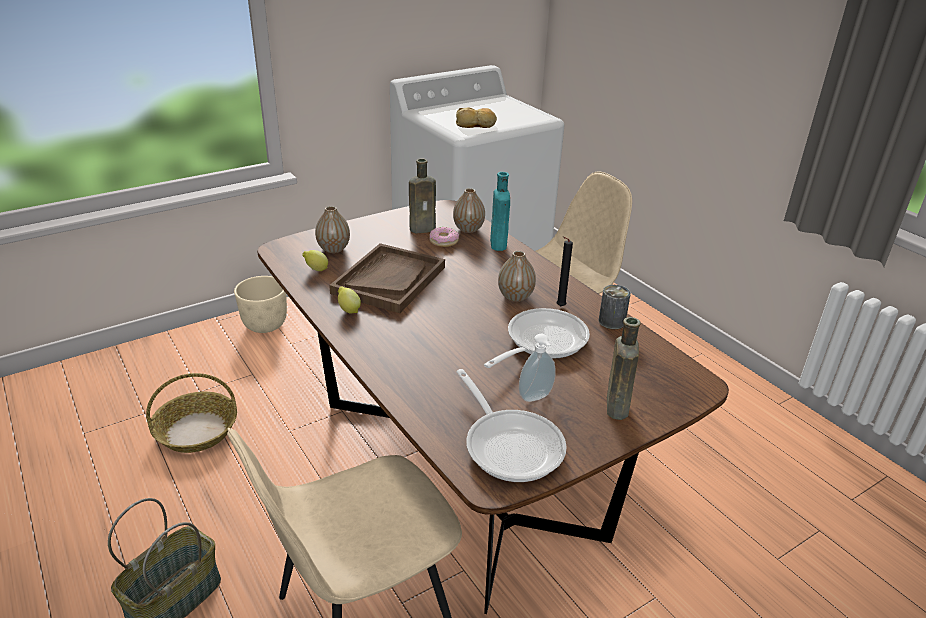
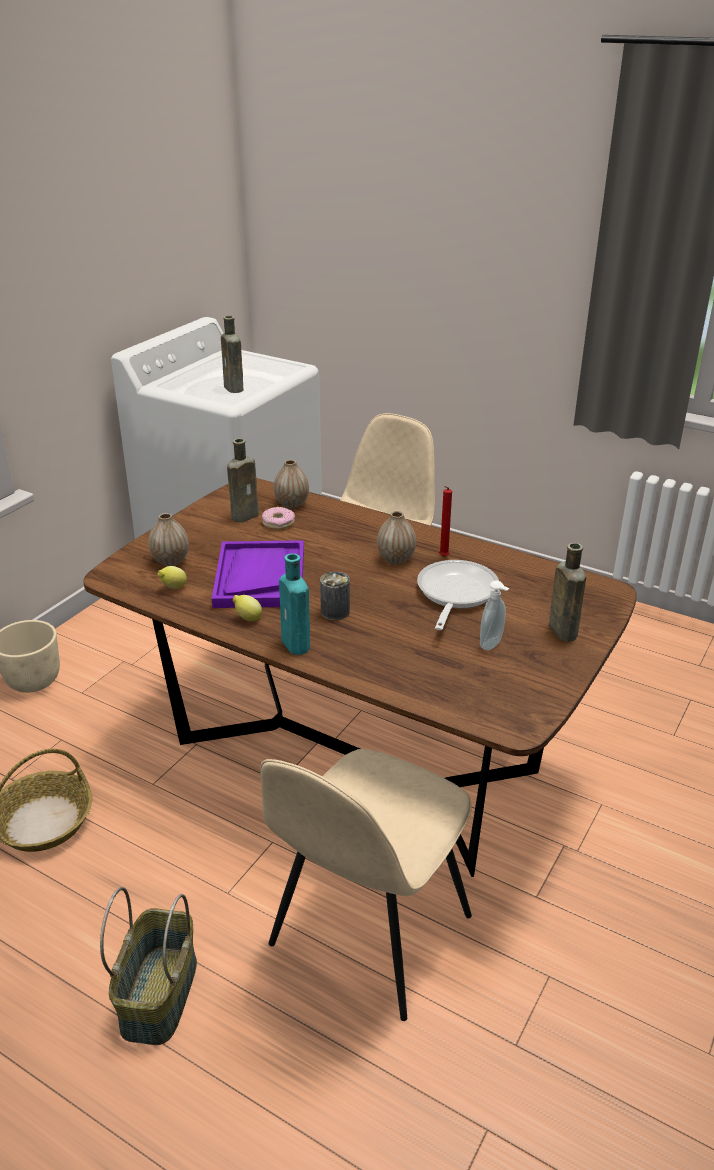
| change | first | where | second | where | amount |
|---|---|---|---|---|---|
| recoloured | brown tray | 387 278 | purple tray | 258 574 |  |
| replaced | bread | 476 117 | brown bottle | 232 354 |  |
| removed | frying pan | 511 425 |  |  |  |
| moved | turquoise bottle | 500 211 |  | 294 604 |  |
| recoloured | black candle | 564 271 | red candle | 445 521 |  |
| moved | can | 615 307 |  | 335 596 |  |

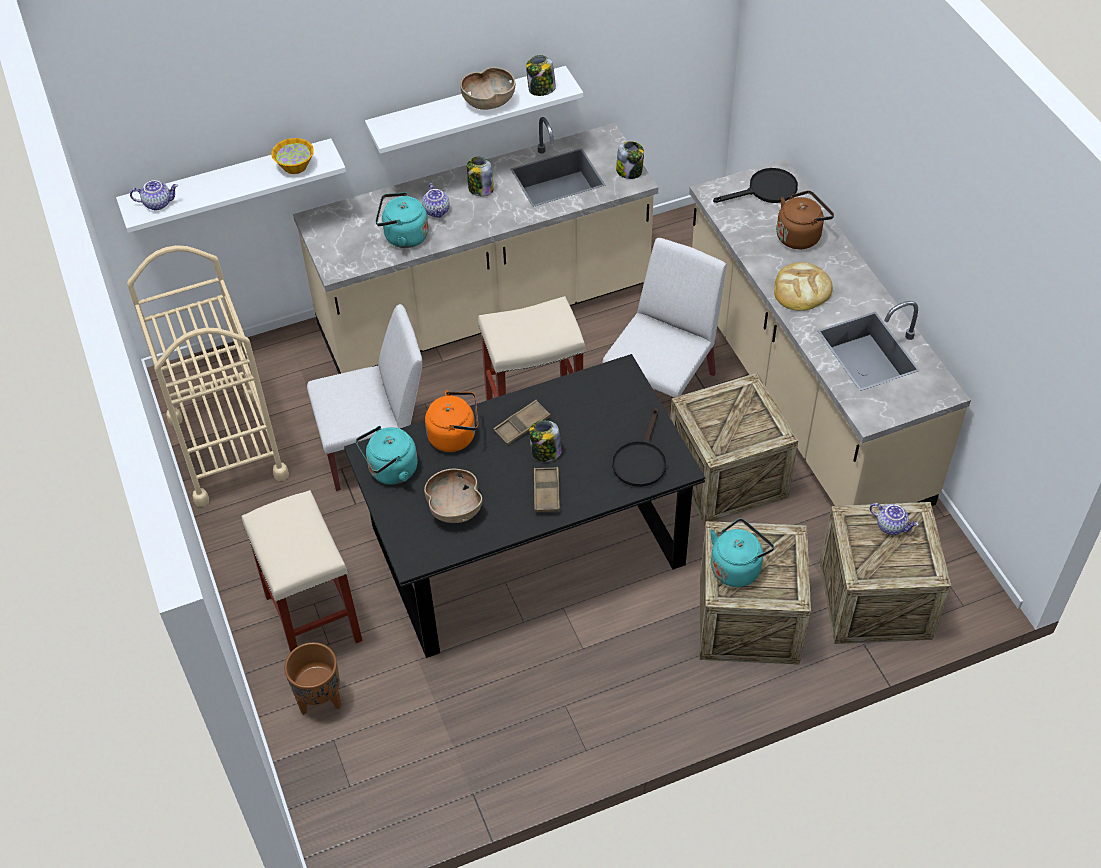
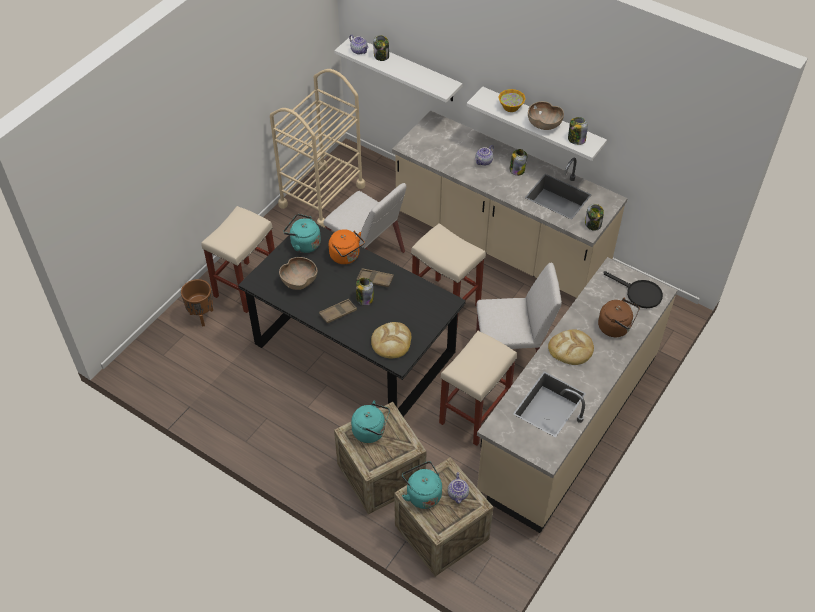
| change | first | where | second | where | amount |
|---|---|---|---|---|---|
| moved | bowl | 293 156 |  | 512 100 |  |
| moved | turquoise kettle | 402 220 |  | 422 485 |  |
| replaced | black frying pan | 639 447 | bread | 391 340 |  |
| replaced | crate | 734 449 | beige stool | 478 388 |  |
| added |  |  | jar | 381 48 |  |

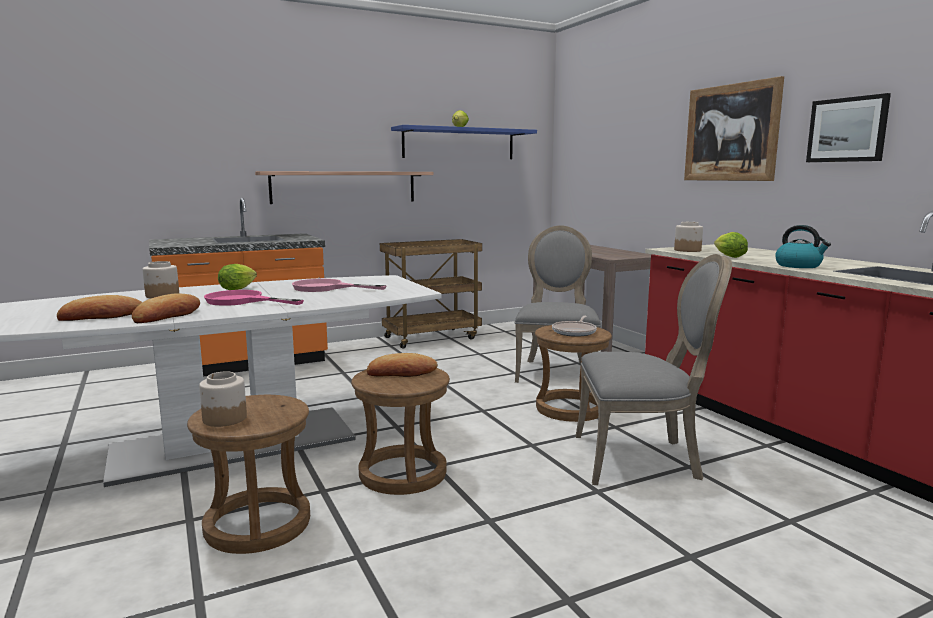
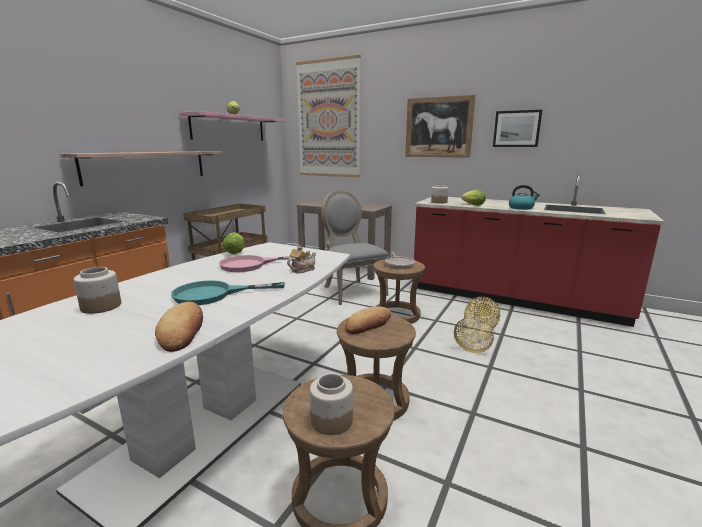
| change | first | where | second | where | amount |
|---|---|---|---|---|---|
| removed | bread | 99 308 |  |  |  |
| recoloured | pink frying pan | 254 298 | turquoise frying pan | 228 292 |  |
| moved | lettuce | 237 277 |  | 233 243 |  |
| recoloured | blue shelf | 464 142 | pink shelf | 232 126 |  |
| replaced | grey chair | 654 369 | basket | 477 325 |  |
| added |  |  | teapot | 301 259 |  |
| added |  |  | picture | 328 116 |  |

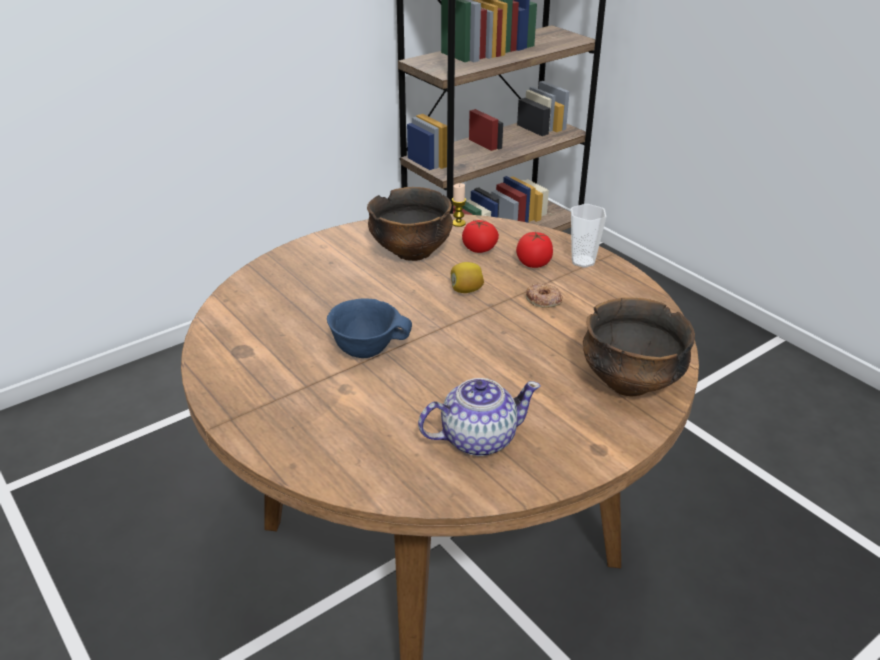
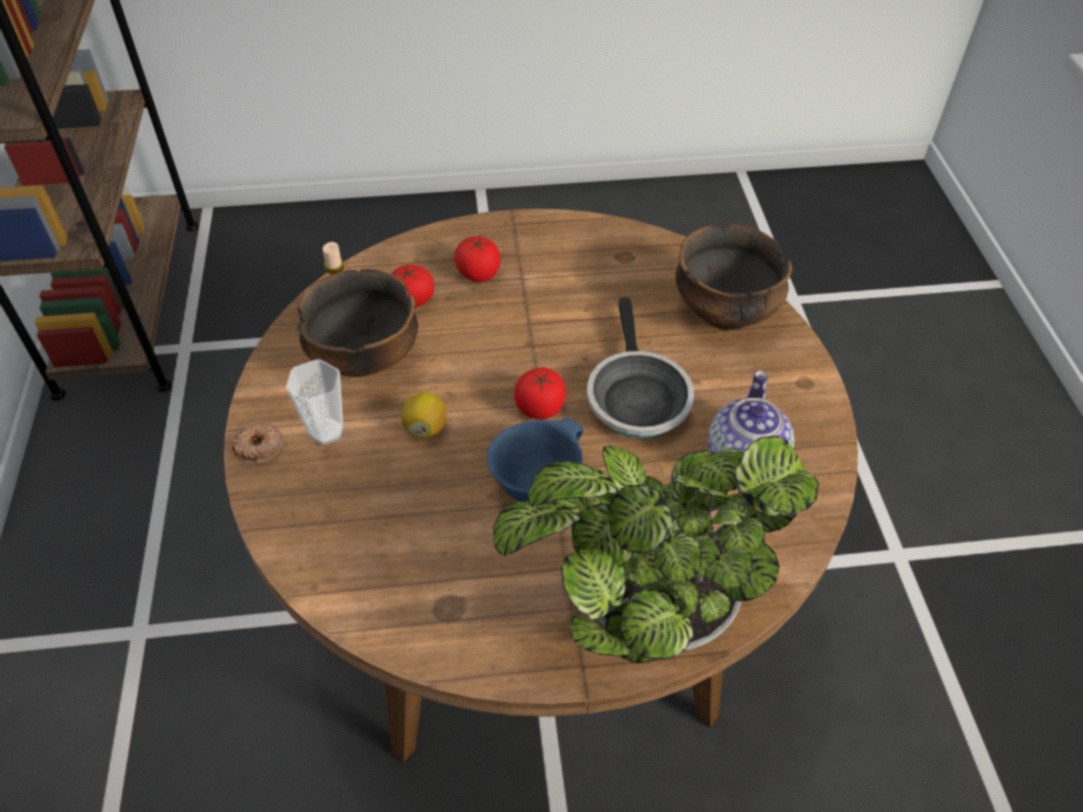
| change | first | where | second | where | amount |
|---|---|---|---|---|---|
| moved | lemon | 467 277 |  | 424 415 |  |
| moved | donut | 544 295 |  | 257 443 |  |
| moved | cup | 589 236 |  | 314 402 |  |
| added |  |  | potted plant | 656 549 |  |
| added |  |  | tomato | 540 393 |  |
| added |  |  | frying pan | 640 367 |  |

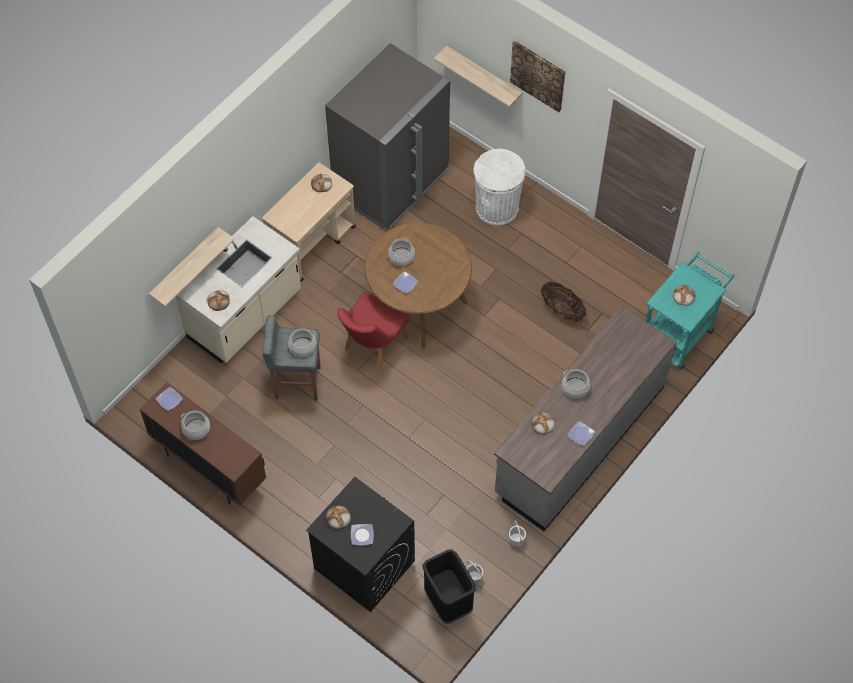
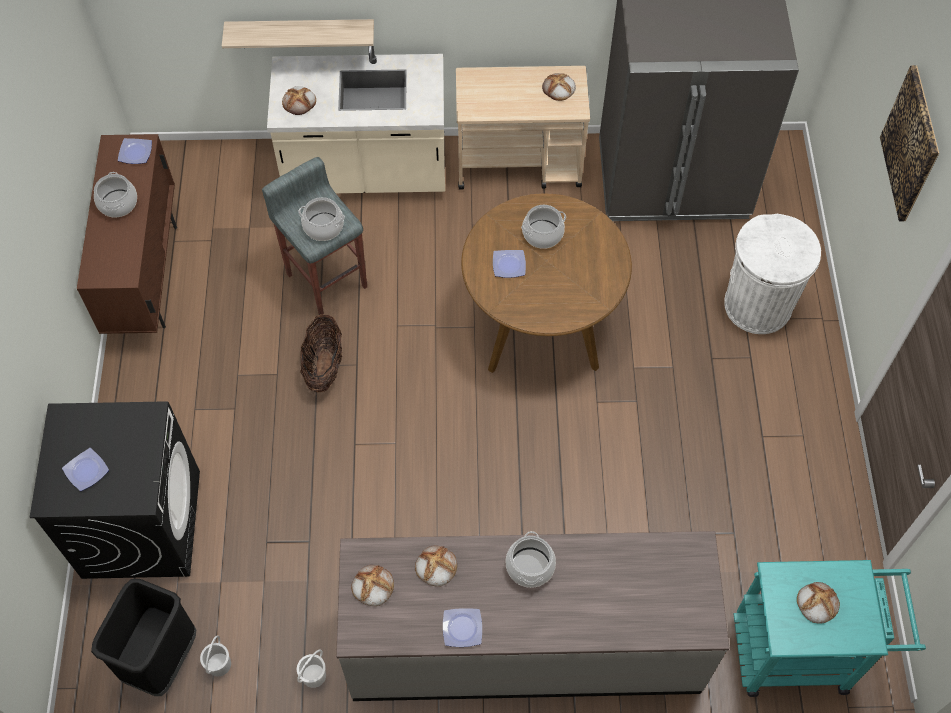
| change | first | where | second | where | amount |
|---|---|---|---|---|---|
| moved | bread | 338 517 |  | 372 585 |  |
| removed | red chair | 373 331 |  |  |  |
| removed | shelf | 478 76 |  |  |  |
| moved | basket | 564 301 |  | 321 353 |  |

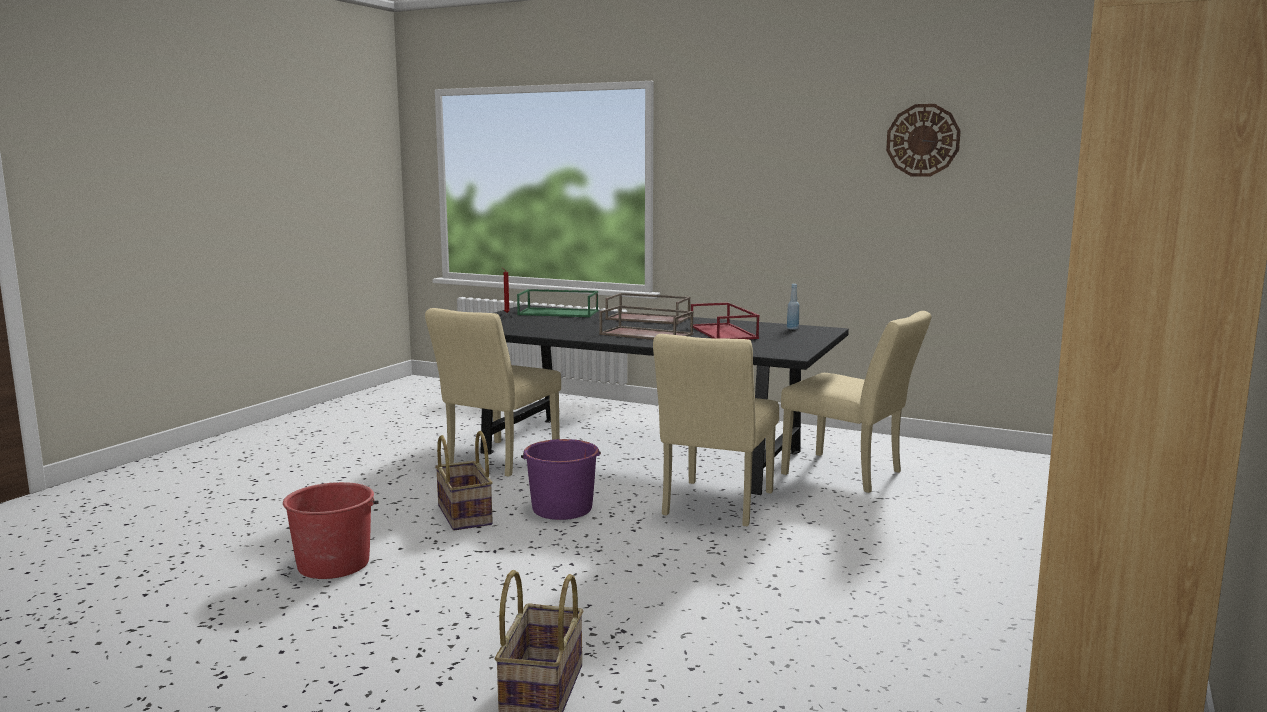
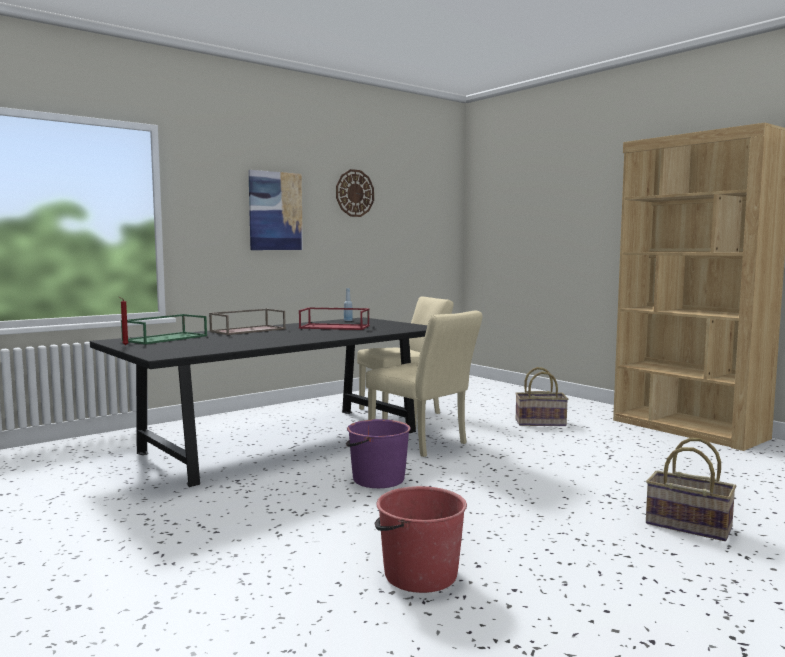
| change | first | where | second | where | amount |
|---|---|---|---|---|---|
| removed | beige chair | 493 392 |  |  |  |
| moved | basket | 464 481 |  | 541 396 |  |
| removed | brown tray | 646 322 |  |  |  |
| added |  |  | picture | 275 210 |  |

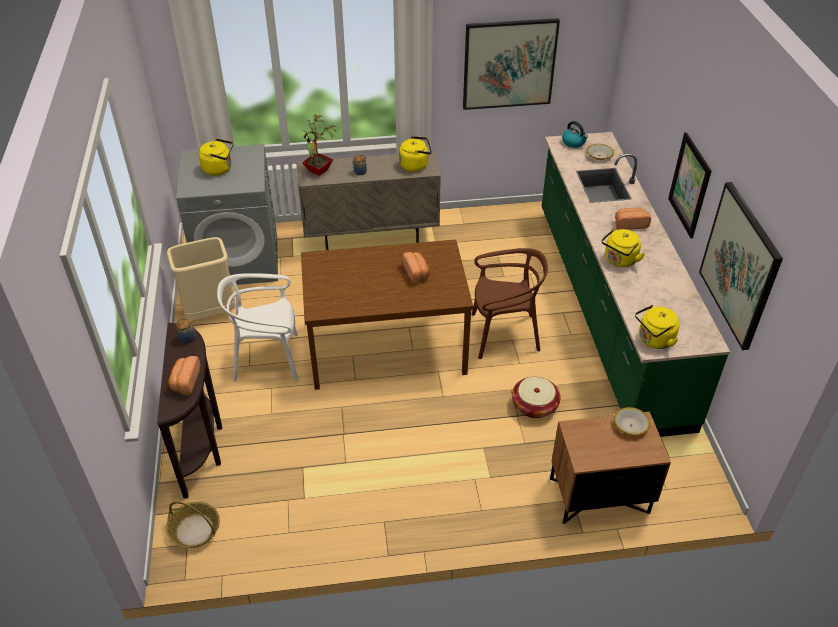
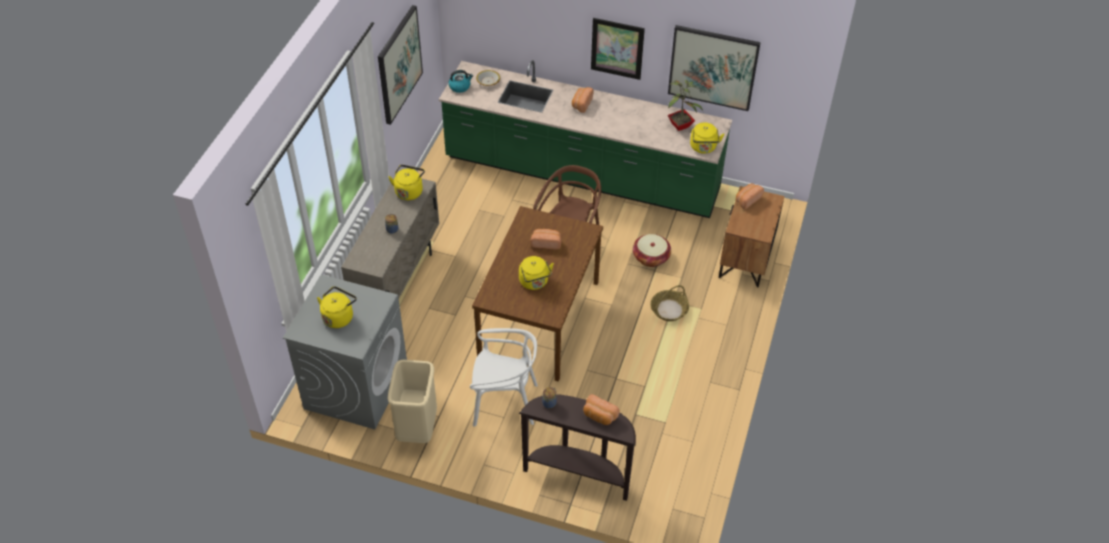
| change | first | where | second | where | amount |
|---|---|---|---|---|---|
| moved | basket | 193 524 |  | 669 303 |  |
| turned | white chair | 258 327 |  | 504 377 | 105 degrees counterclockwise |
| moved | potted plant | 319 145 |  | 685 105 |  |
| moved | yellow kettle | 623 248 |  | 536 273 |  |
| replaced | bowl | 632 421 | bread | 750 196 |  |

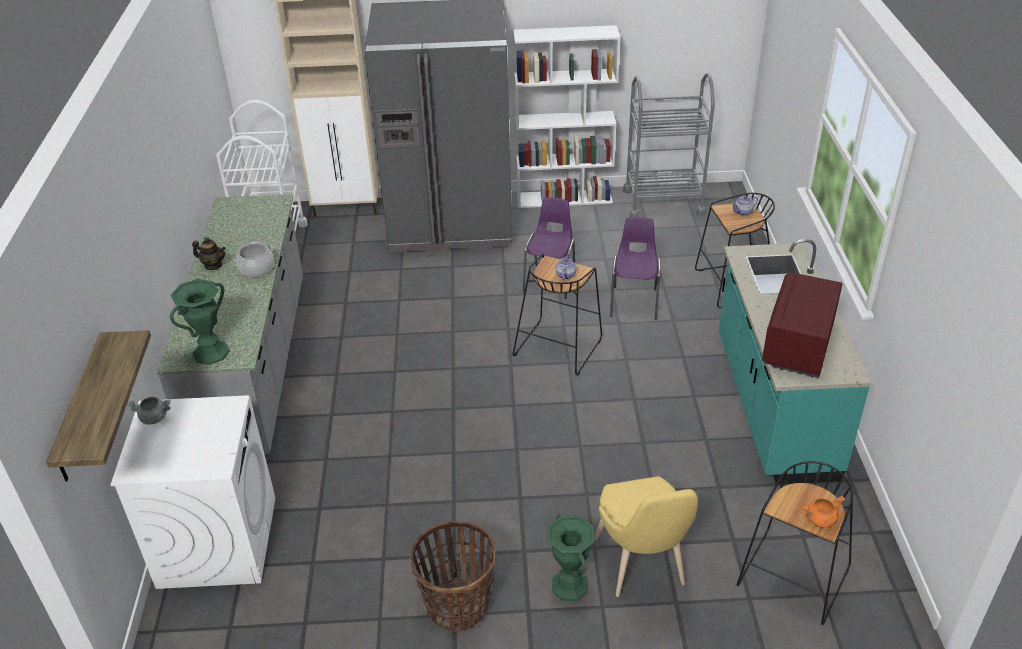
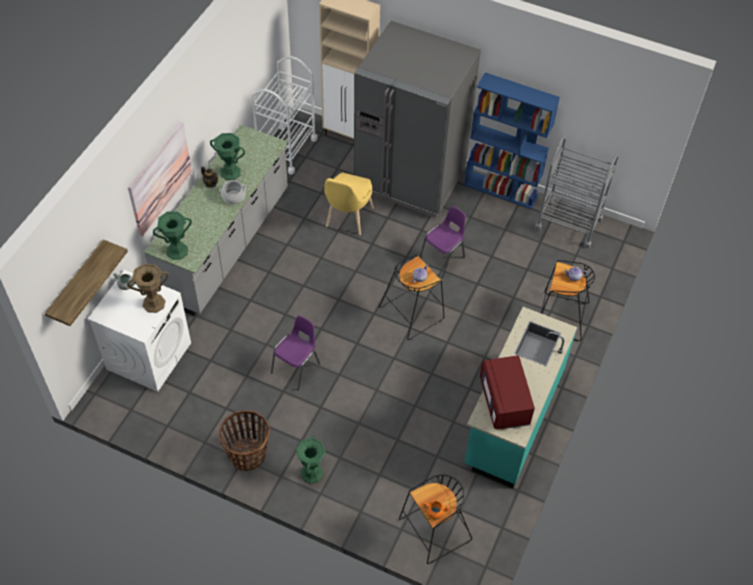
| change | first | where | second | where | amount |
|---|---|---|---|---|---|
| recoloured | white bookcase | 567 116 | blue bookcase | 512 141 |  |
| moved | yellow chair | 646 536 |  | 349 204 |  |
| moved | purple chair | 635 268 |  | 295 353 |  |
| turned | red microwave | 802 325 |  | 507 392 | 60 degrees counterclockwise |
| added |  |  | brown vase | 148 288 |  |
| added |  |  | picture | 160 179 |  |
| added |  |  | green vase | 227 156 |  |

